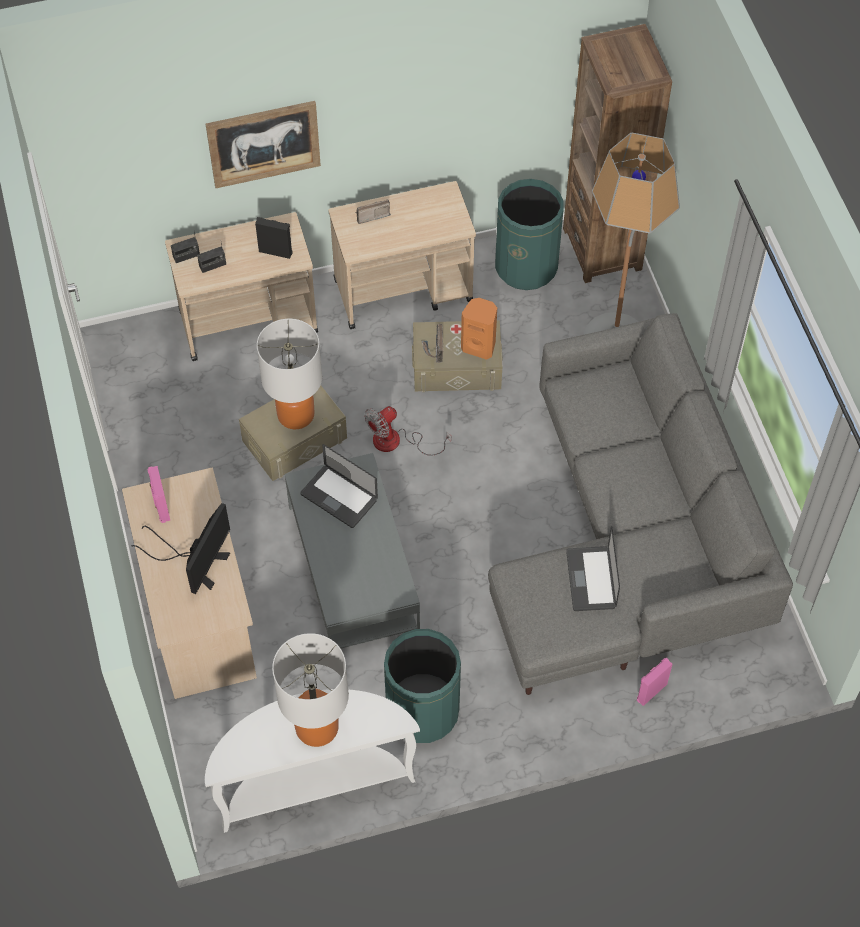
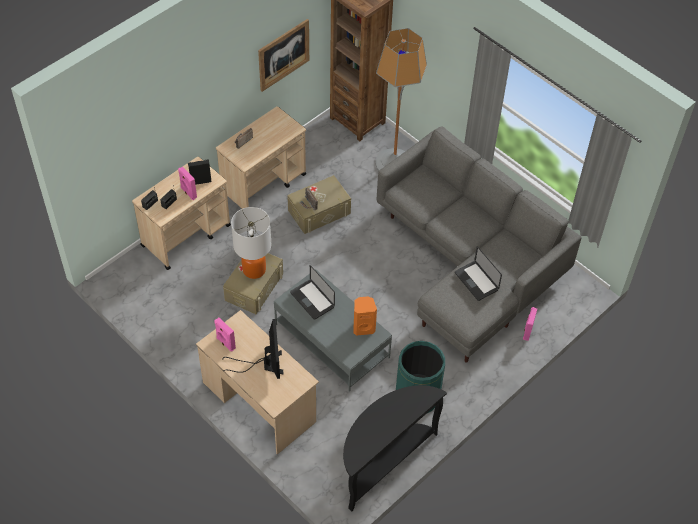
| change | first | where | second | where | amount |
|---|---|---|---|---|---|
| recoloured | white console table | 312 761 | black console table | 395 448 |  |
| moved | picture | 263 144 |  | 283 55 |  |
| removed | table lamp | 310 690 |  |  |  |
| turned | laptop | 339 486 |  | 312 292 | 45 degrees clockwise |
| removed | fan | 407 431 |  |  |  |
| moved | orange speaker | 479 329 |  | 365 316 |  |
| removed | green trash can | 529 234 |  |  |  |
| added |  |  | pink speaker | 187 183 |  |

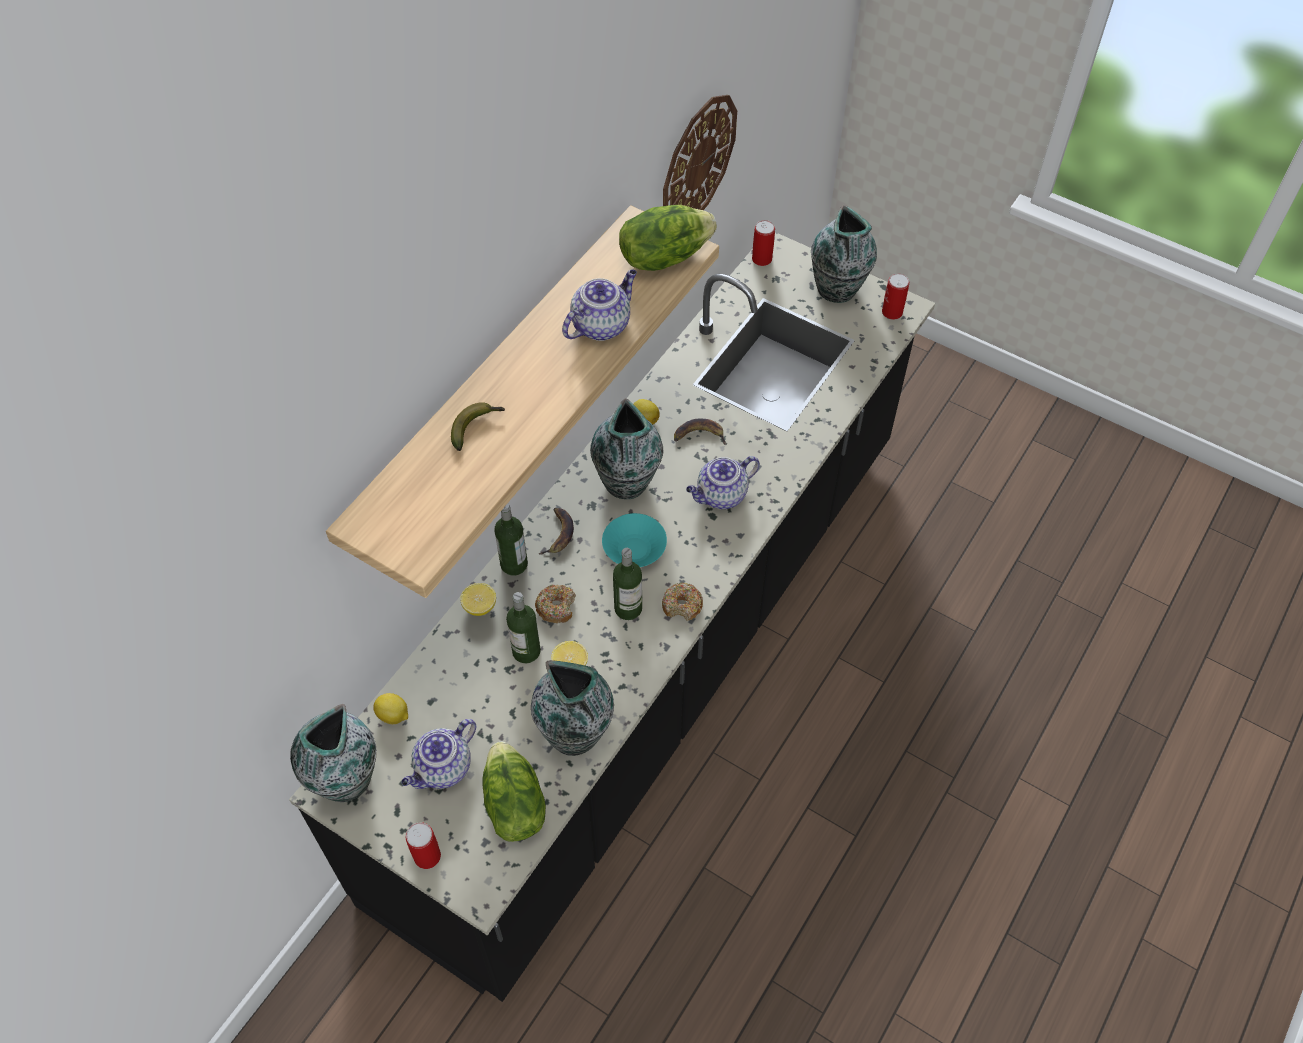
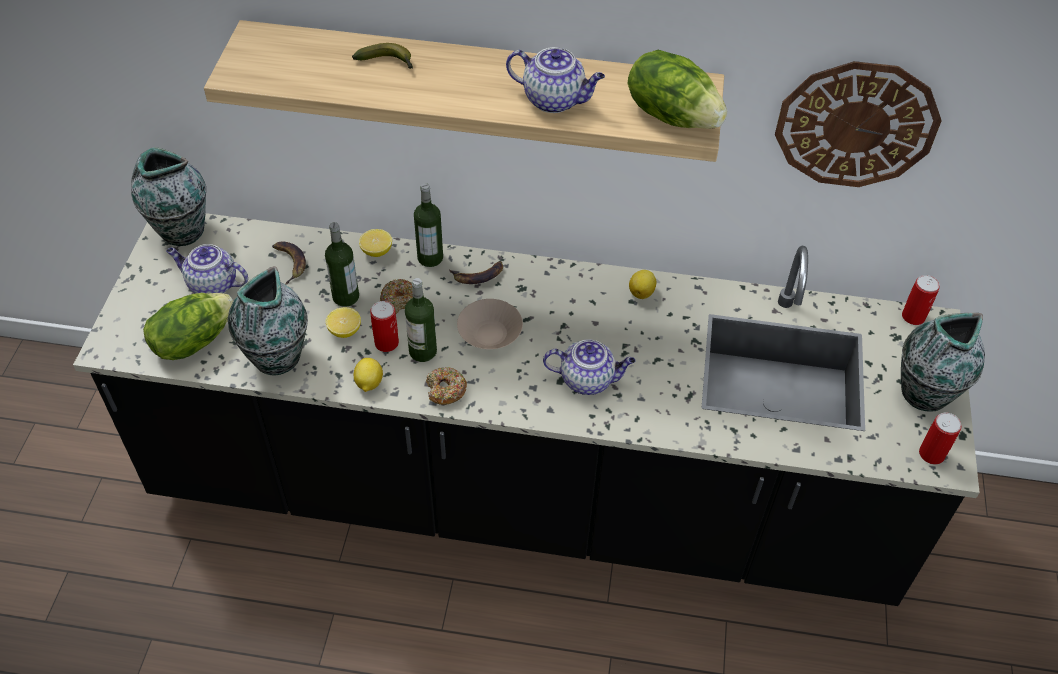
| change | first | where | second | where | amount |
|---|---|---|---|---|---|
| moved | lemon | 390 708 |  | 368 375 |  |
| moved | can | 423 845 |  | 384 326 |  |
| removed | vase | 626 448 |  |  |  |
| recoloured | turquoise bowl | 634 540 | beige bowl | 490 324 |  |
| moved | banana | 700 431 |  | 289 263 |  |
| turned | teapot | 723 482 |  | 589 367 | 150 degrees clockwise |

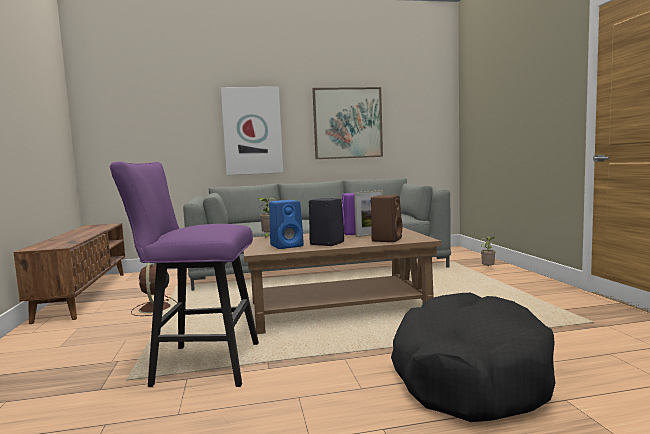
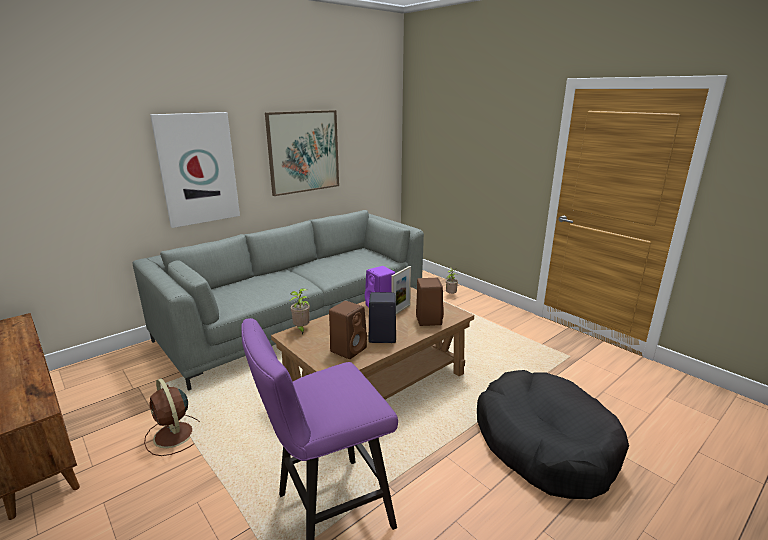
| change | first | where | second | where | amount |
|---|---|---|---|---|---|
| recoloured | blue speaker | 286 224 | brown speaker | 348 330 |  |

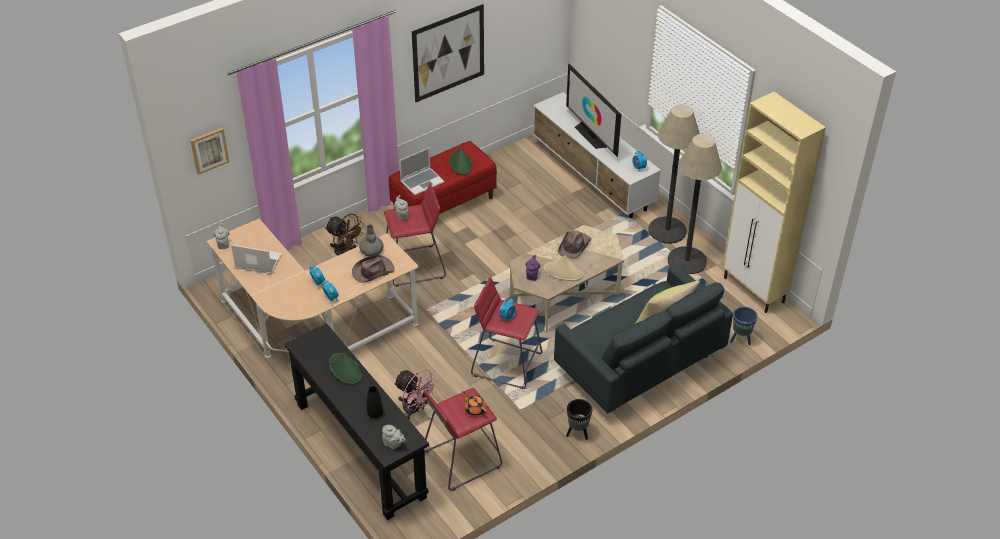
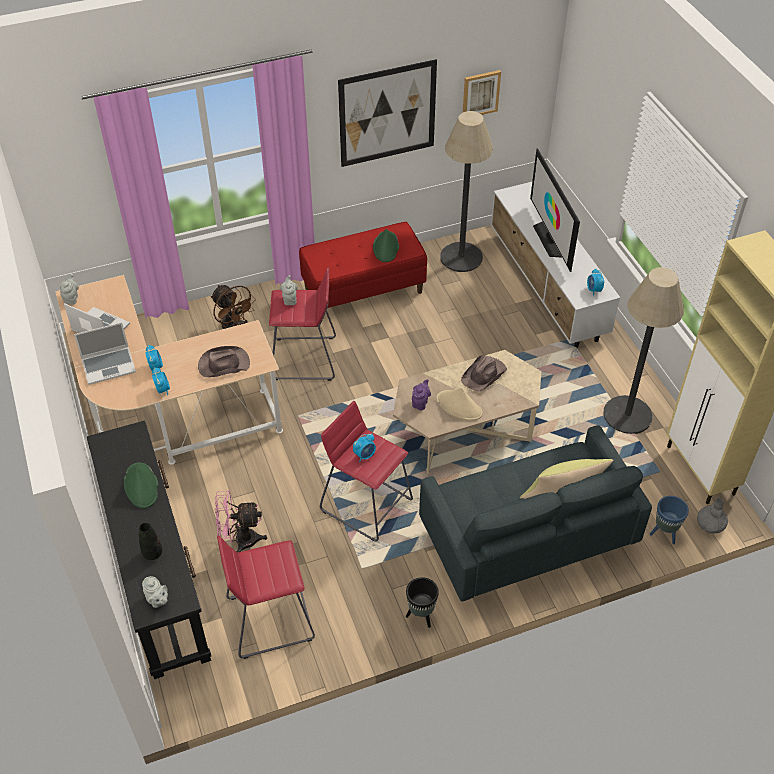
| change | first | where | second | where | amount |
|---|---|---|---|---|---|
| moved | picture | 209 151 |  | 482 92 |  |
| moved | grey vase | 371 240 |  | 712 516 |  |
| turned | pink fan | 416 394 |  | 241 521 | 120 degrees clockwise |
| moved | laptop | 421 172 |  | 105 353 |  |
| removed | orange teapot | 474 403 |  |  |  |
| moved | floor lamp | 674 174 |  | 466 191 |  |

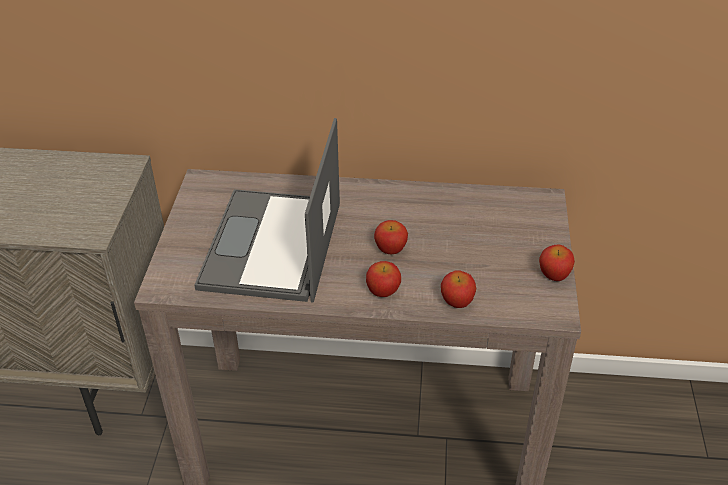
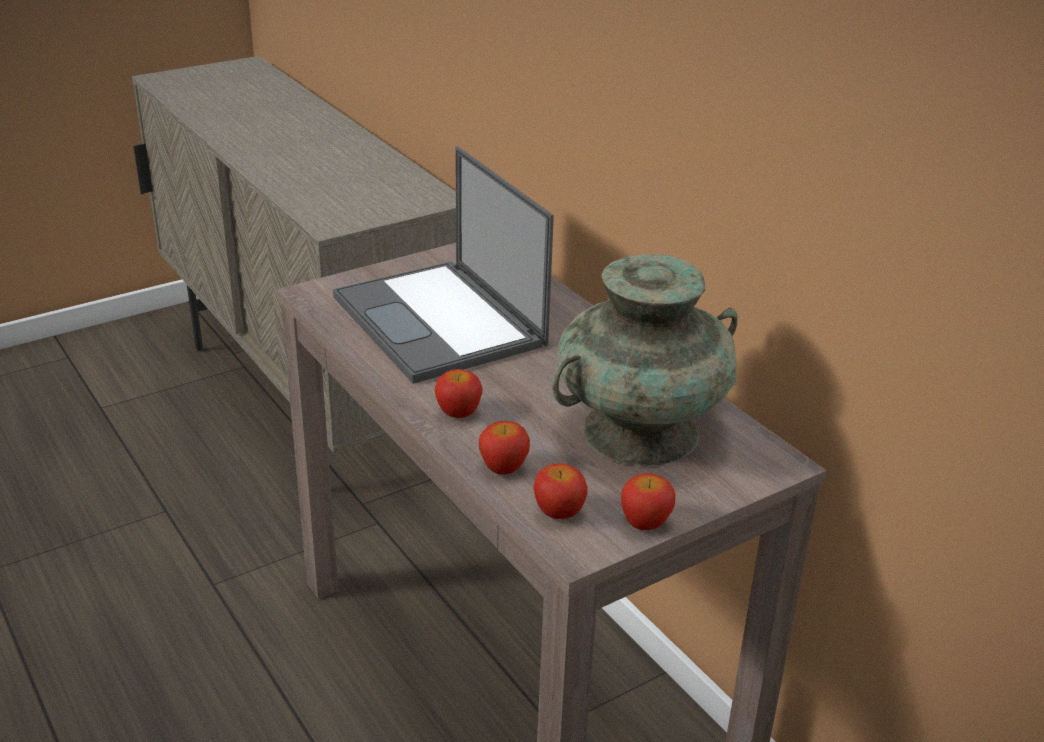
| change | first | where | second | where | amount |
|---|---|---|---|---|---|
| turned | laptop | 267 210 |  | 443 265 | 90 degrees counterclockwise |
| moved | apple | 391 237 |  | 561 491 |  |
| added |  |  | turquoise vase | 645 360 |  |

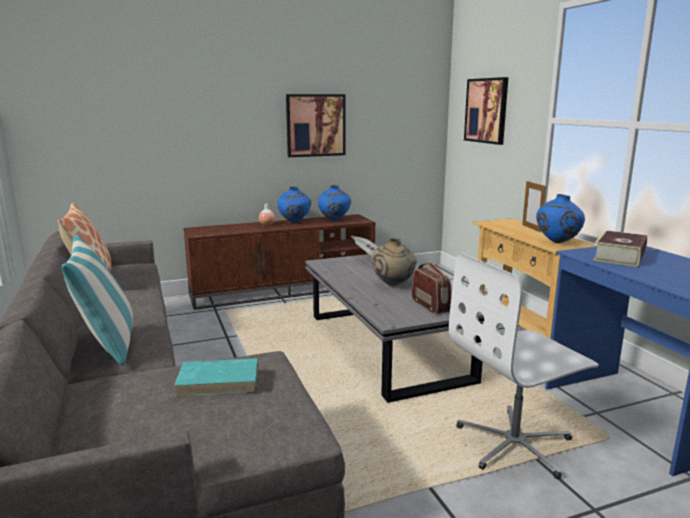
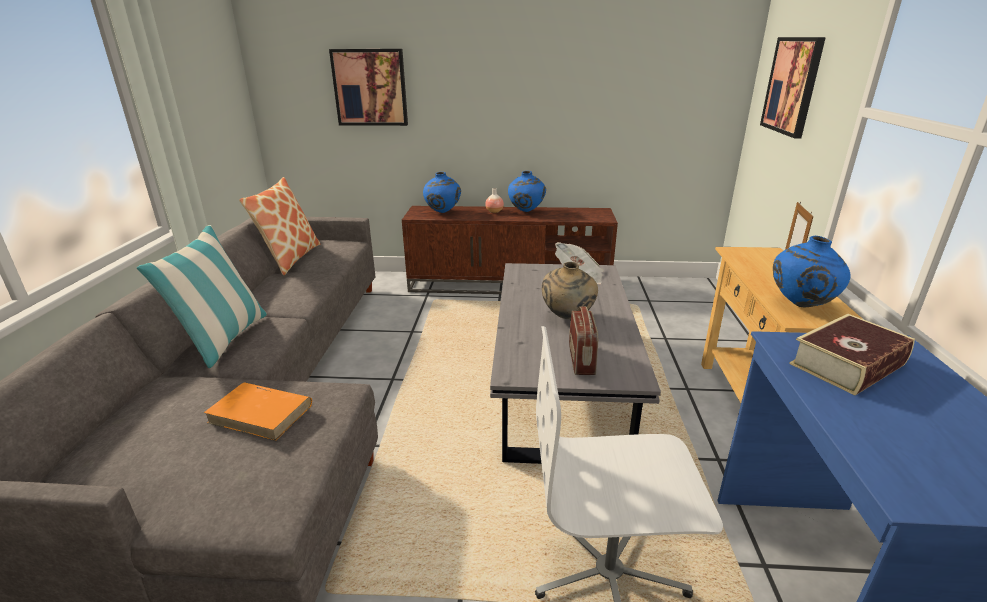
| change | first | where | second | where | amount |
|---|---|---|---|---|---|
| recoloured | turquoise book | 216 377 | orange book | 258 412 |  |
| moved | picture | 316 125 |  | 368 87 |  |
| moved | blue vase | 334 202 |  | 442 192 |  |

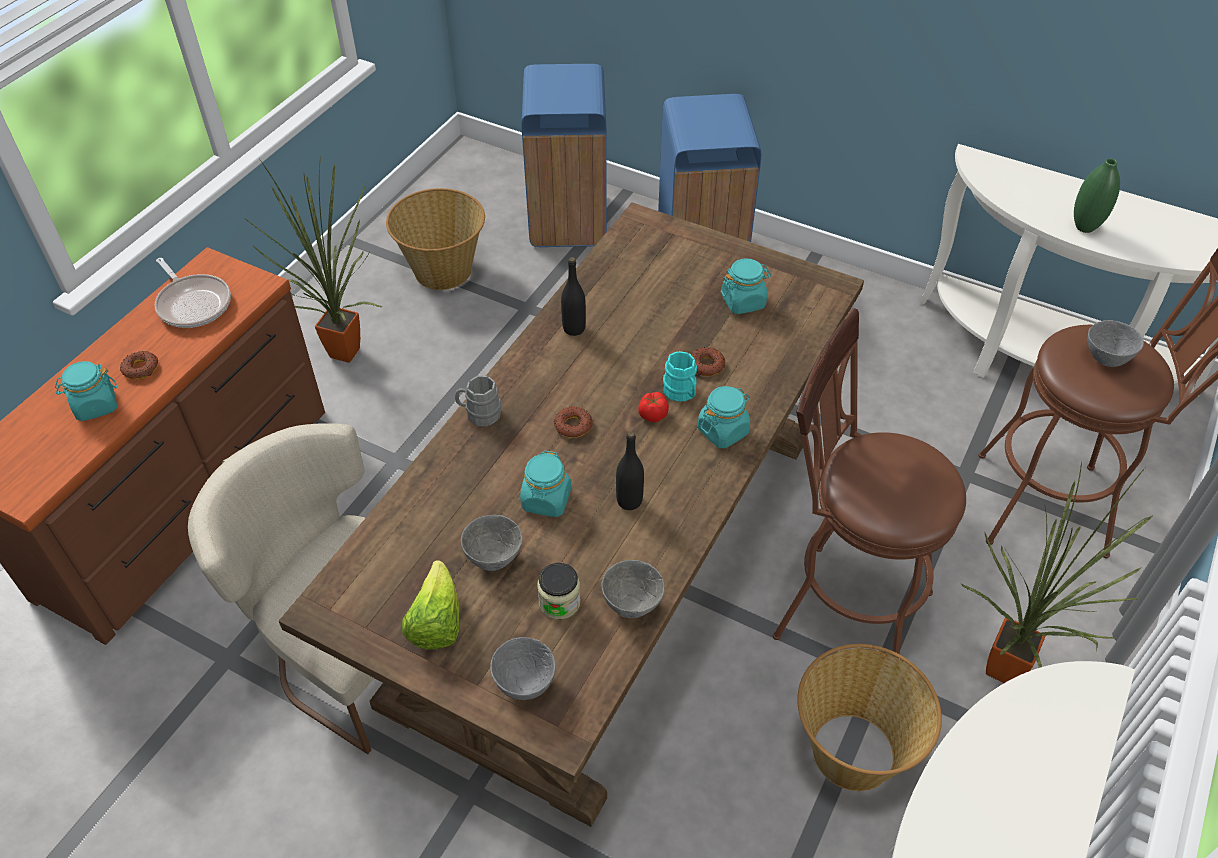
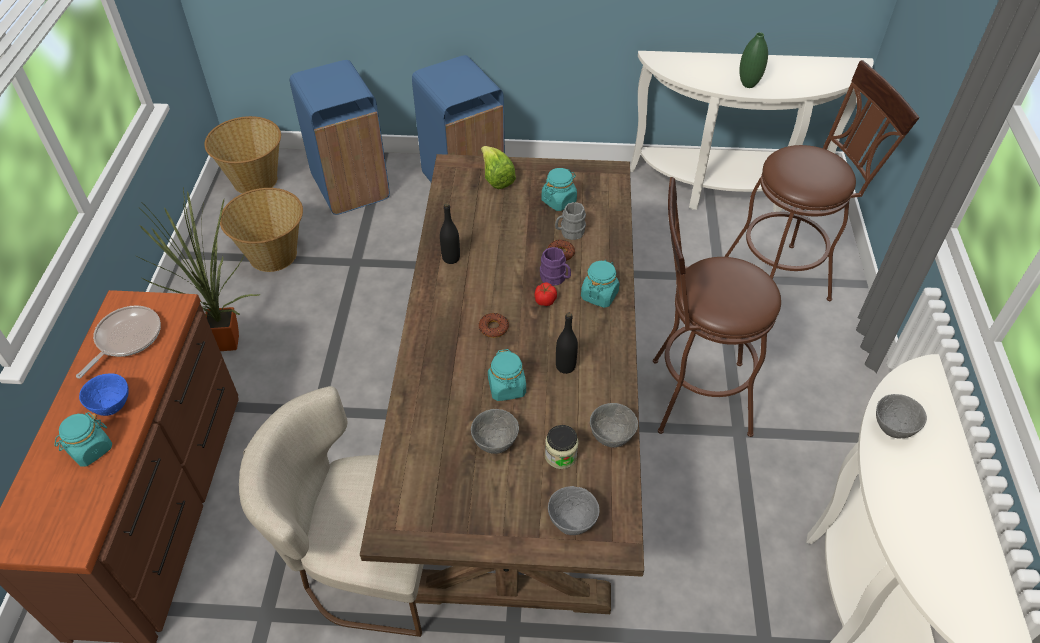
| change | first | where | second | where | amount |
|---|---|---|---|---|---|
| replaced | donut | 139 365 | blue bowl | 104 394 |  |
| turned | frying pan | 193 293 |  | 118 341 | 90 degrees counterclockwise |
| moved | lettuce | 430 605 |  | 498 167 |  |
| moved | grey mug | 478 400 |  | 570 221 |  |
| recoloured | turquoise mug | 680 376 | purple mug | 555 266 |  |
| moved | basket | 869 717 |  | 242 154 |  |
| removed | potted plant | 1057 572 |  |  |  |
| moved | grey bowl | 1116 343 |  | 901 416 |  |

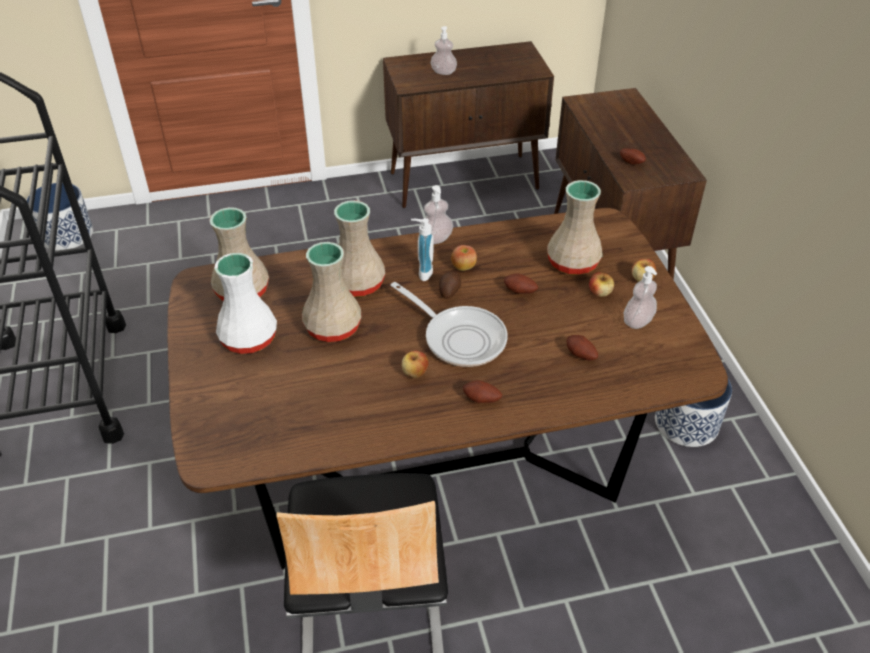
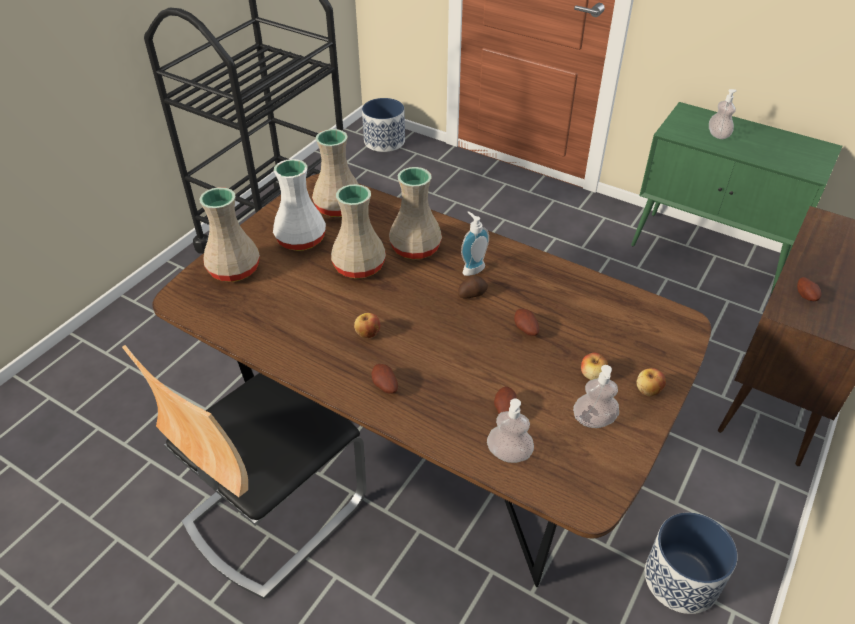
| change | first | where | second | where | amount |
|---|---|---|---|---|---|
| recoloured | brown cabinet | 468 124 | green cabinet | 737 197 |  |
| removed | frying pan | 449 324 |  |  |  |
| moved | soap dispenser | 436 214 |  | 510 431 |  |
| removed | apple | 464 258 |  |  |  |
| moved | beige vase | 574 227 |  | 229 234 |  |

